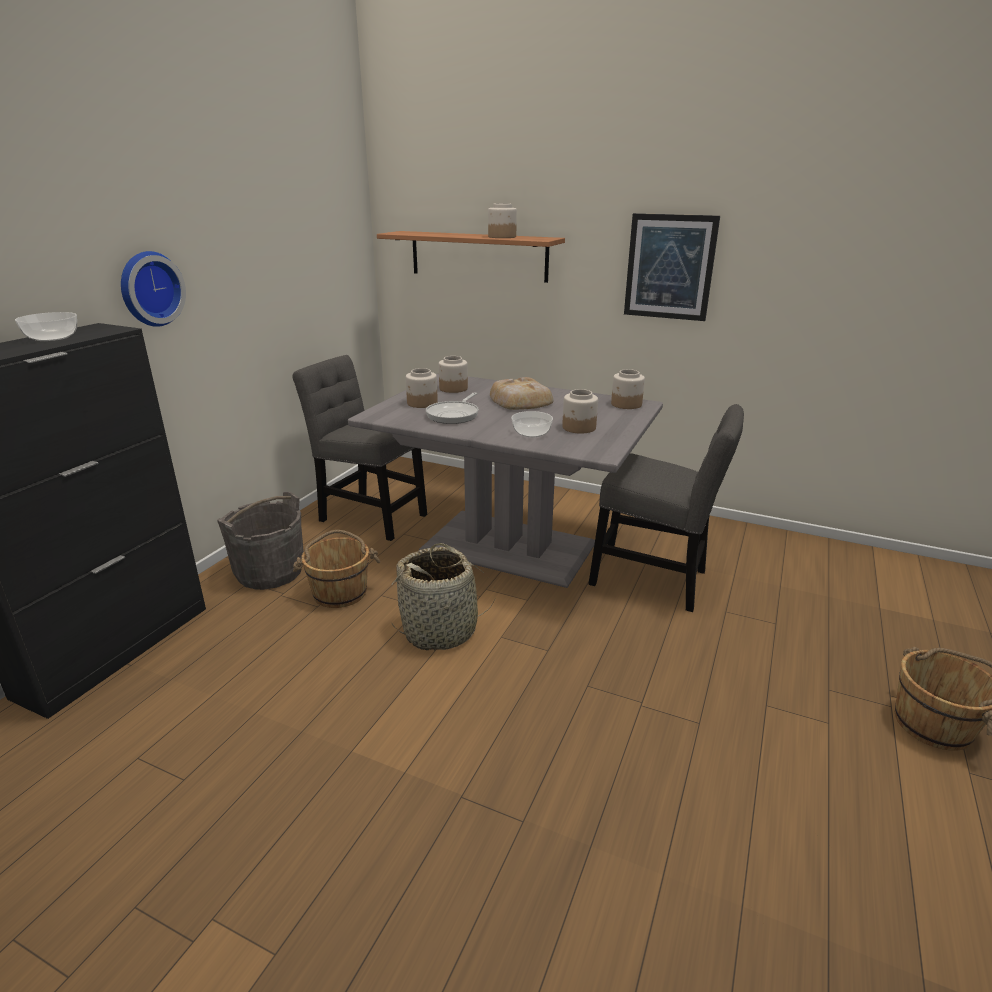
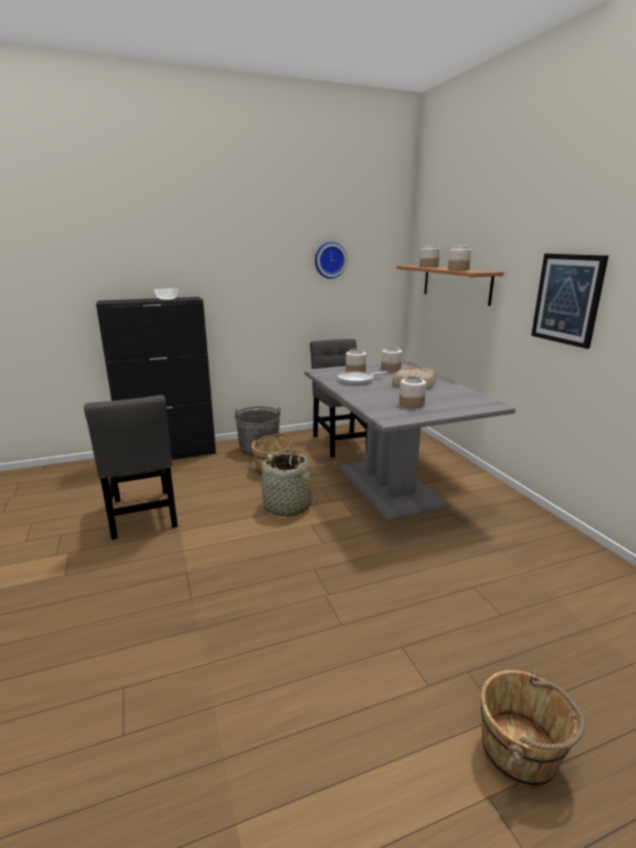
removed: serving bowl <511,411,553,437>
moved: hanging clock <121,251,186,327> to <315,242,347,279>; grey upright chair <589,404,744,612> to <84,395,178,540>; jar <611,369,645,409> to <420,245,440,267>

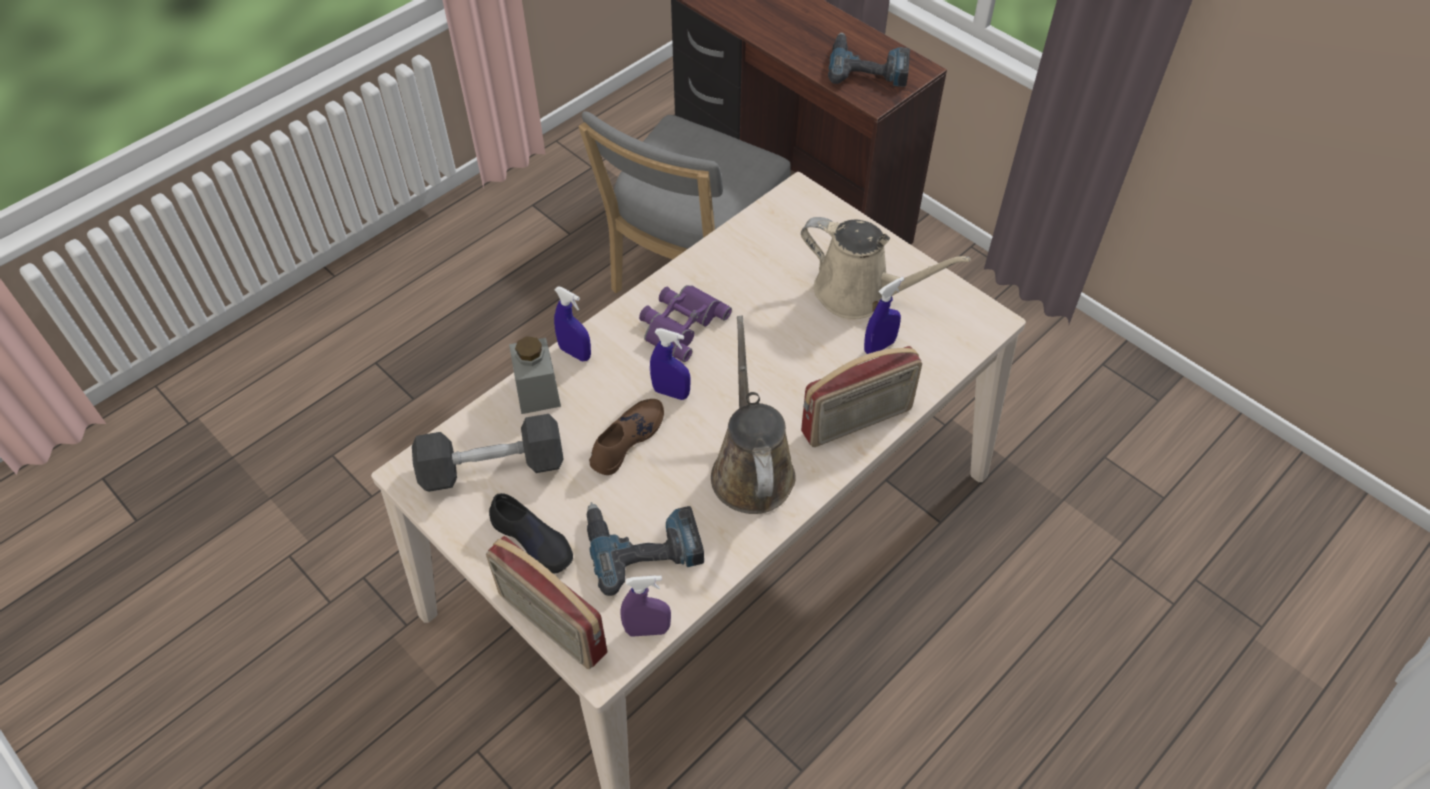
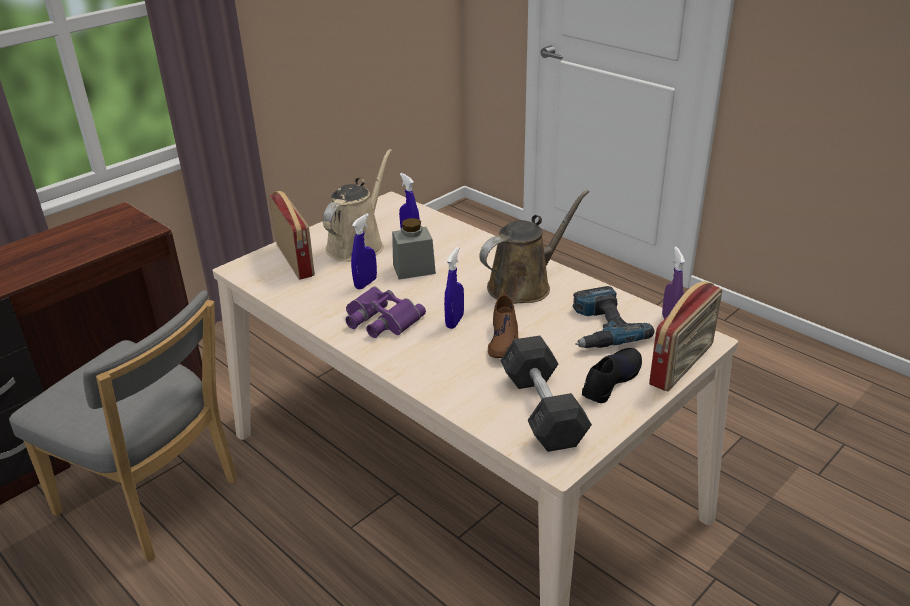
removed: drill <828,33,910,87>
moved: grey jar <509,336,561,414> to <392,218,436,279>; blue-coloured hand sprayer <554,287,591,362> to <351,214,377,289>; radio <801,346,922,447> to <269,191,315,280>
turned: brown low shoe <589,399,664,475> = <488,294,519,358> 120 degrees counterclockwise; brown watering pot <711,316,796,514> = <479,190,589,304> 150 degrees clockwise

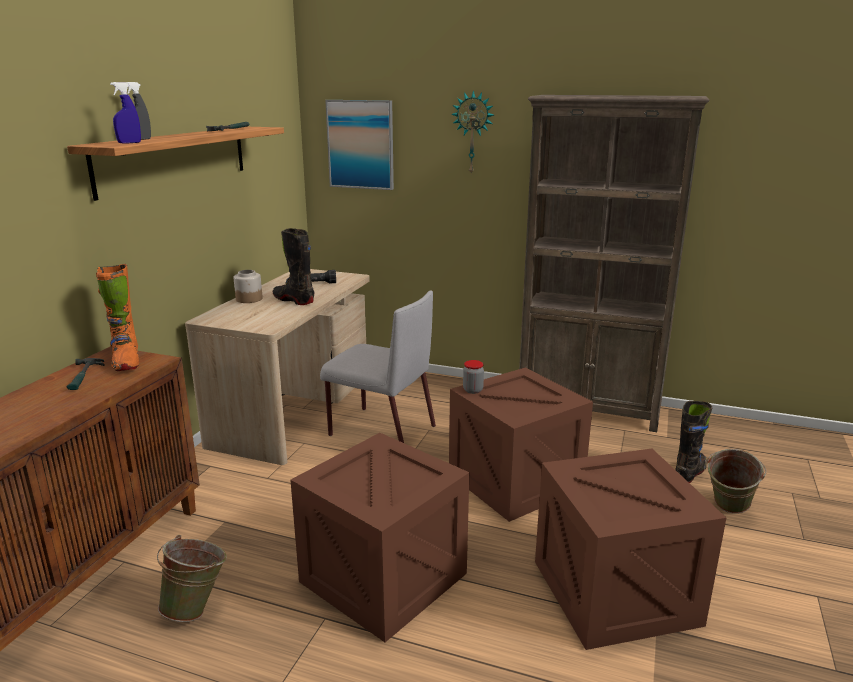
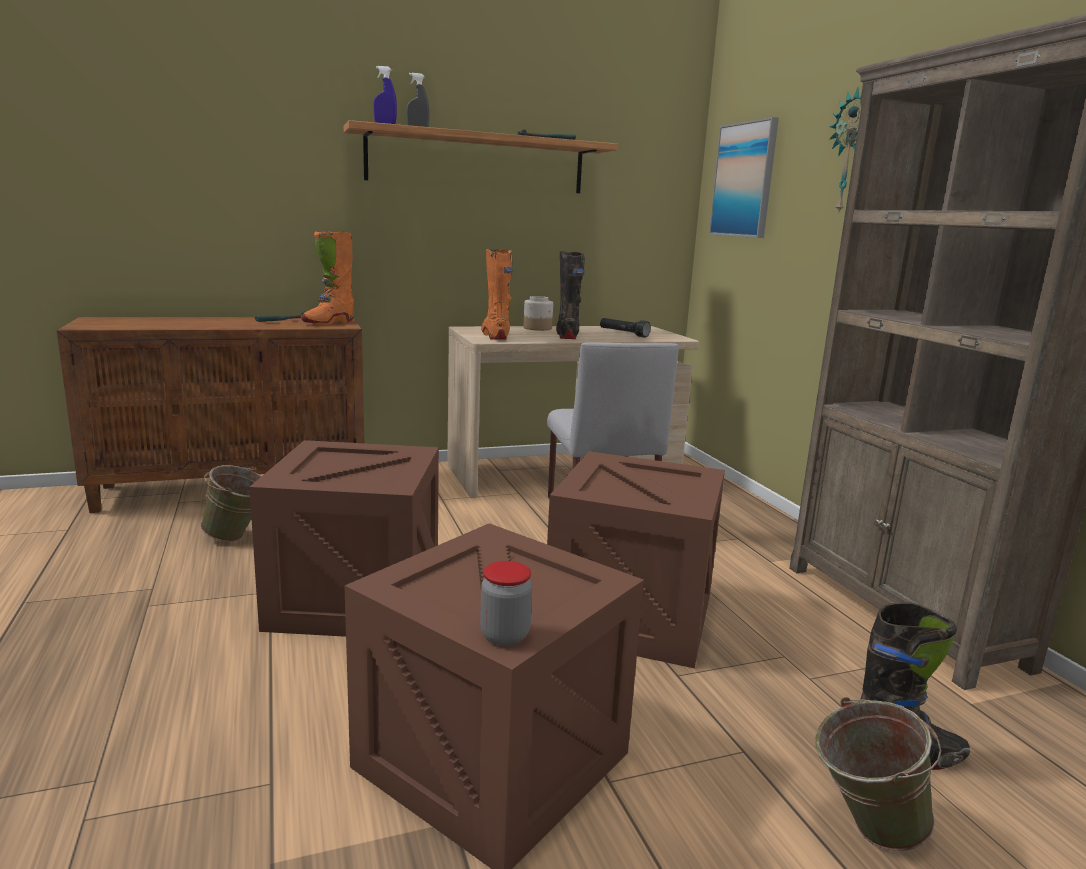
added: orange-coloured high-top boot <481,248,513,340>
moved: jar <463,360,484,394> to <480,561,532,646>

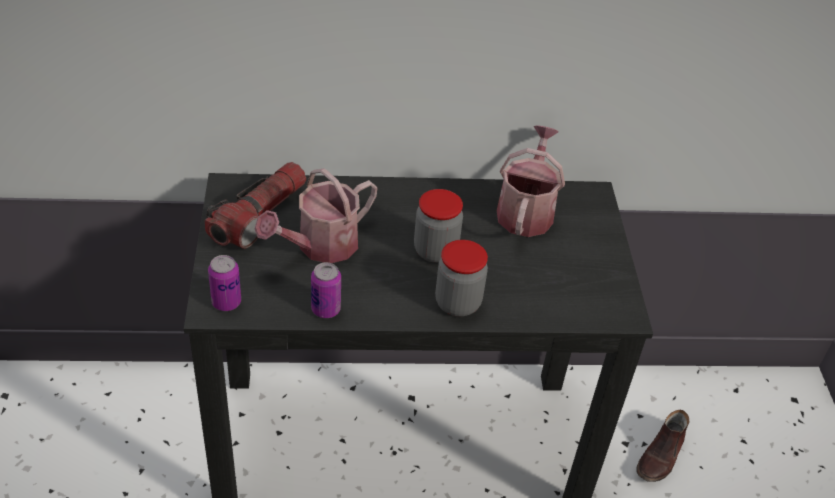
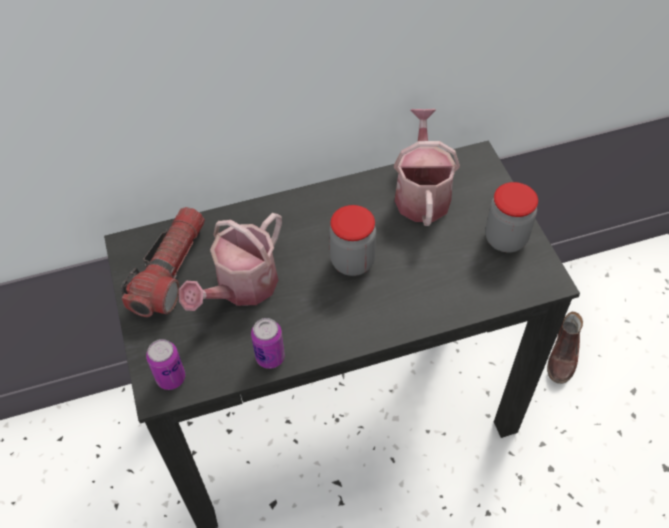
moved: jar <435,240,488,316> to <485,182,538,252>

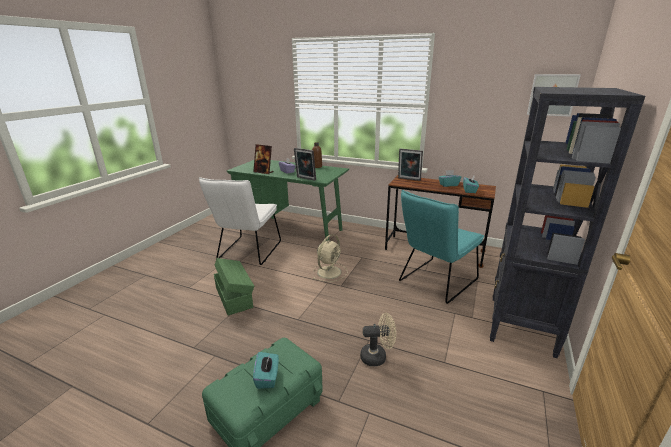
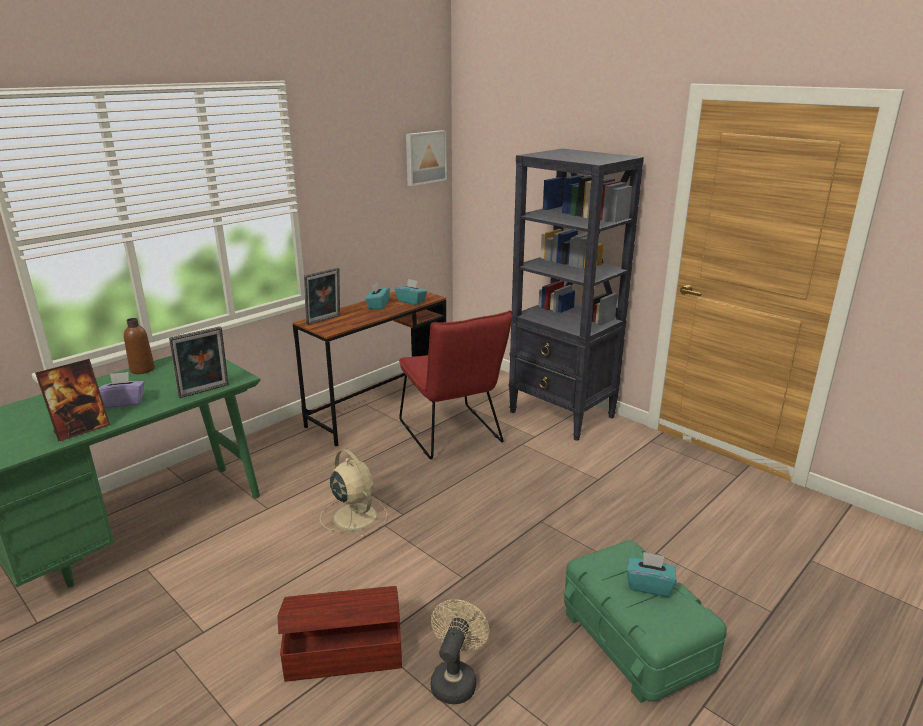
removed: white upright chair <199,177,281,265>
moved: beige-coloured fan <360,313,396,366> to <431,599,489,704>
recoloured: green-coloured storage bin <214,258,254,315> to brown storage bin <278,586,402,682>; turquoise-coloured upright chair <399,190,484,304> to red upright chair <399,310,512,459>

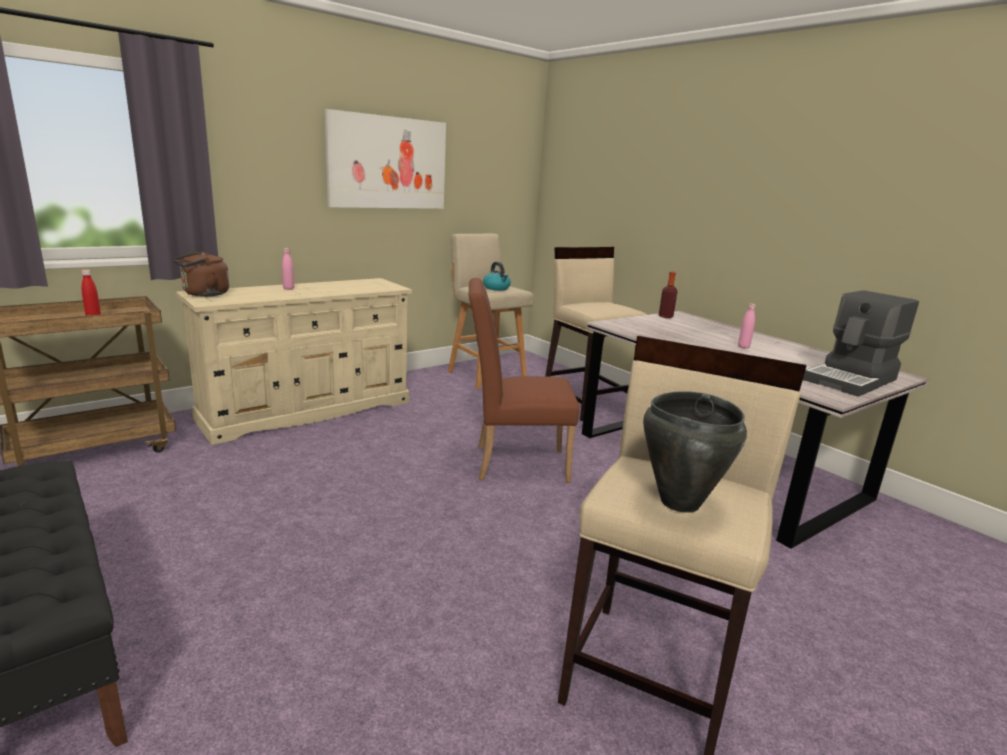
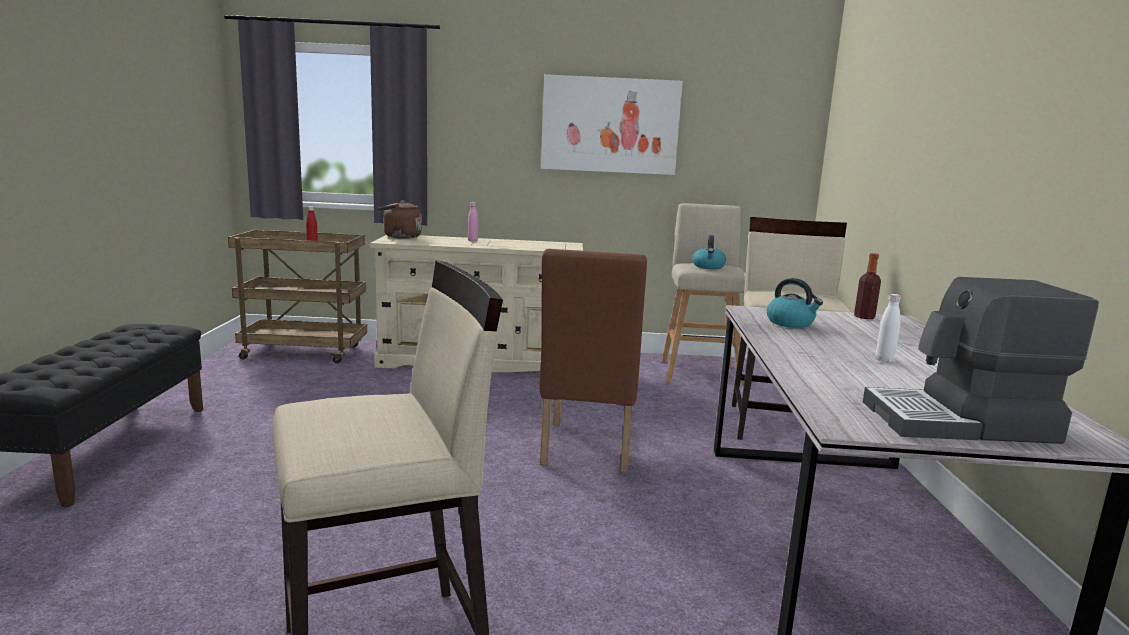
removed: black-coloured stockpot <643,391,747,513>
added: kettle <767,278,823,328>
recoloured: pink drink bottle <738,303,756,349> to white drink bottle <876,294,901,362>
turned: brown upright chair <469,278,579,483> = <540,249,647,473> 120 degrees counterclockwise

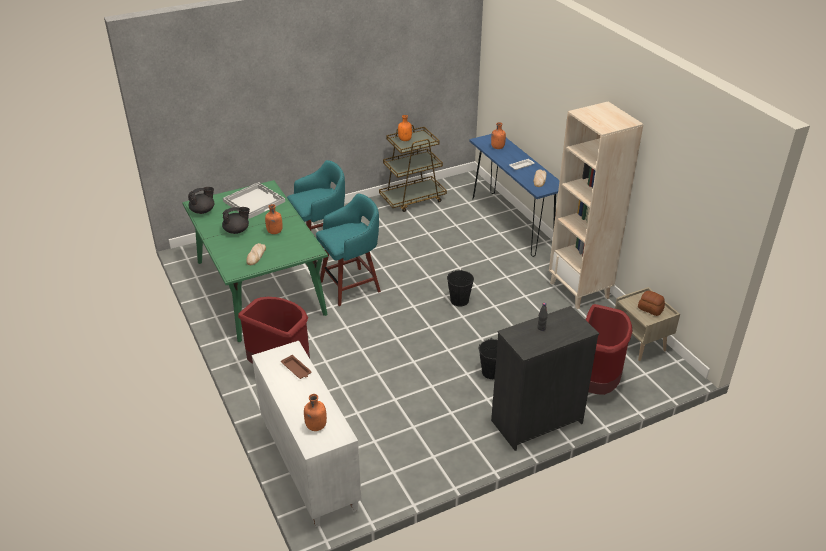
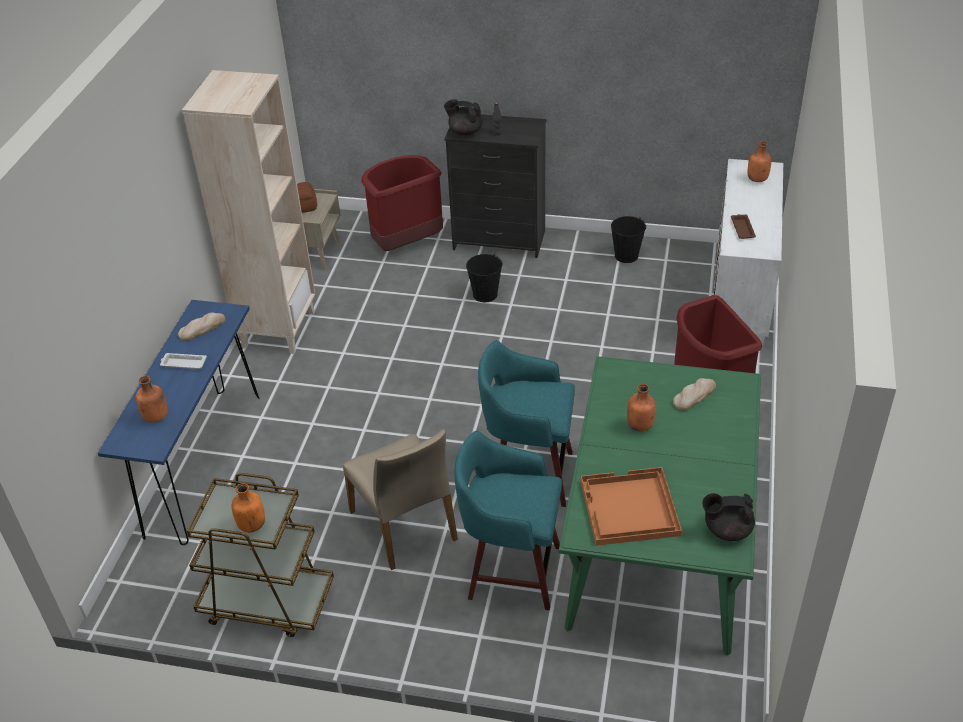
added: beige-coloured upright chair <343,429,458,570>
moved: black-coloured teapot <222,207,250,234> to <444,99,483,136>; black-coloured bucket <447,269,474,307> to <611,216,646,263>
recoloured: white serving tray <223,182,285,219> to orange-coloured serving tray <581,467,682,546>

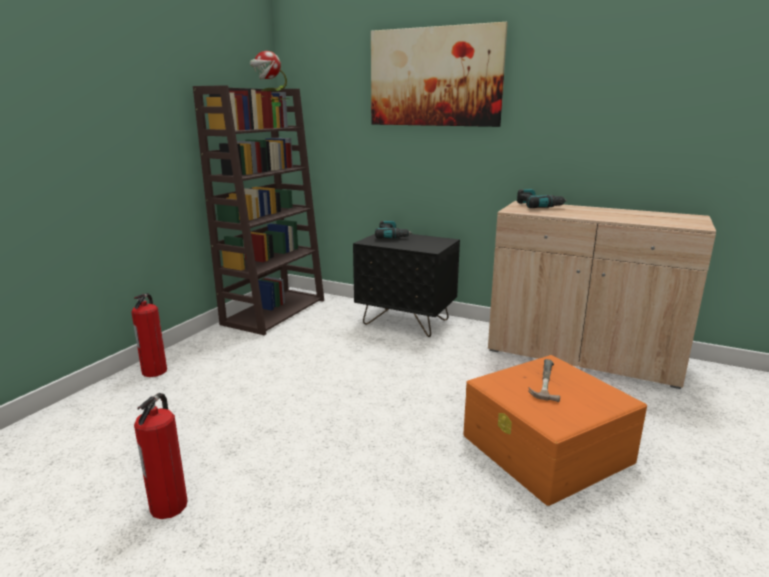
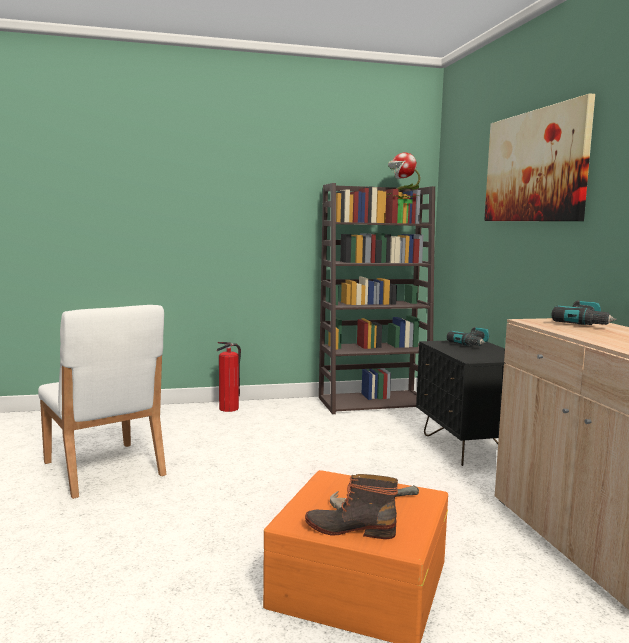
added: high-top boot <305,474,398,539>
replaced: extinguisher <134,393,188,519> to white upright chair <38,305,166,499>

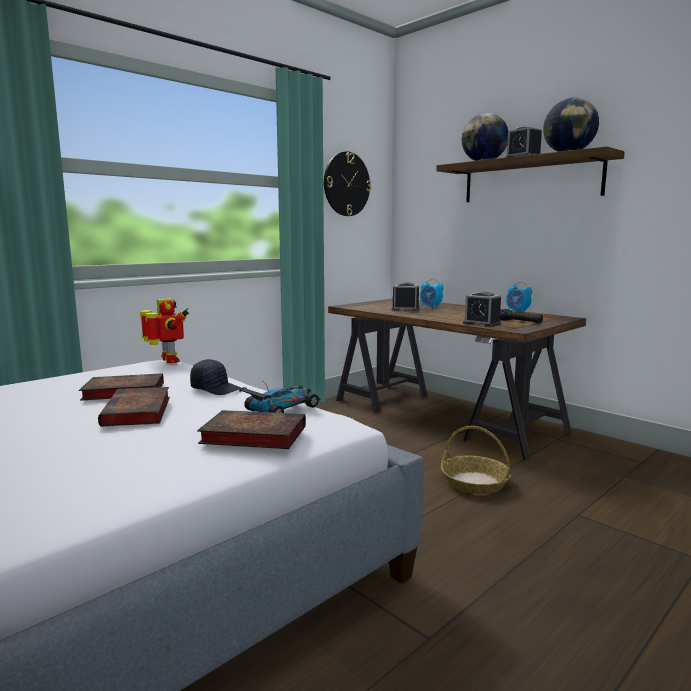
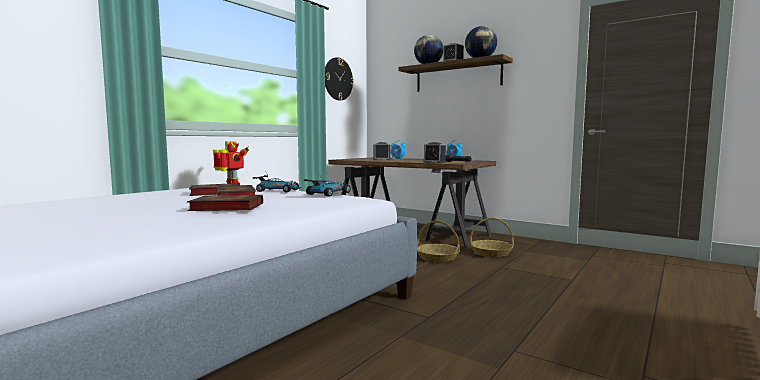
added: basket <470,218,514,257>
moved: book <197,410,306,449> to <187,195,263,211>
replaced: black-coloured cap <190,359,241,395> to model car <253,174,302,192>

